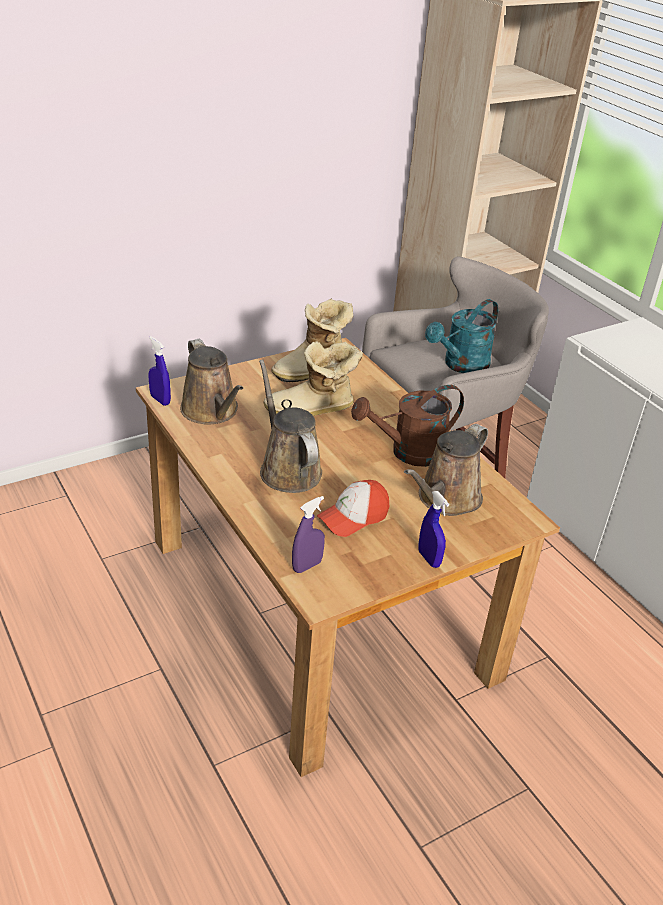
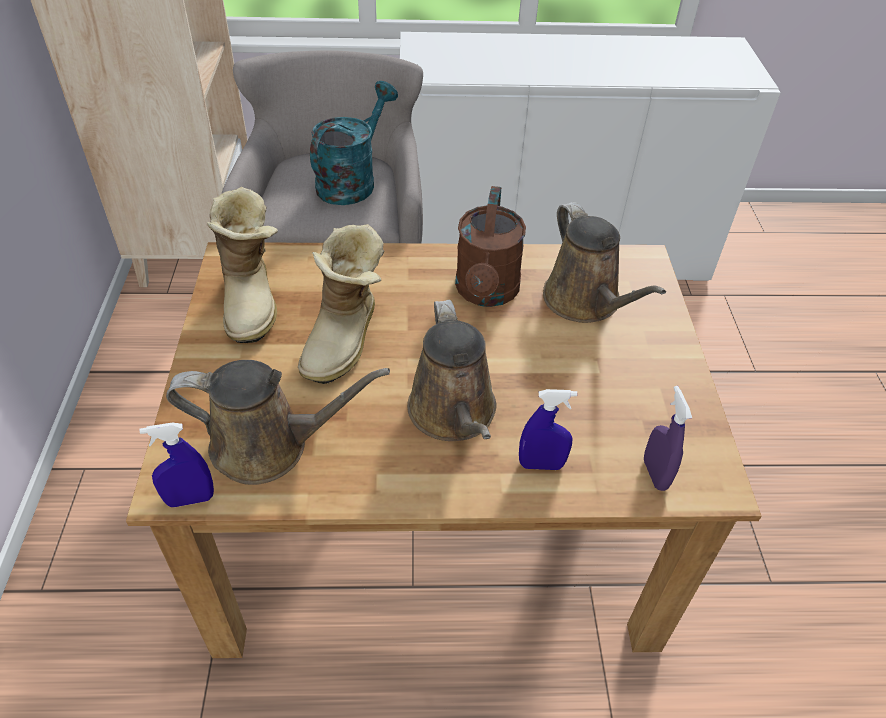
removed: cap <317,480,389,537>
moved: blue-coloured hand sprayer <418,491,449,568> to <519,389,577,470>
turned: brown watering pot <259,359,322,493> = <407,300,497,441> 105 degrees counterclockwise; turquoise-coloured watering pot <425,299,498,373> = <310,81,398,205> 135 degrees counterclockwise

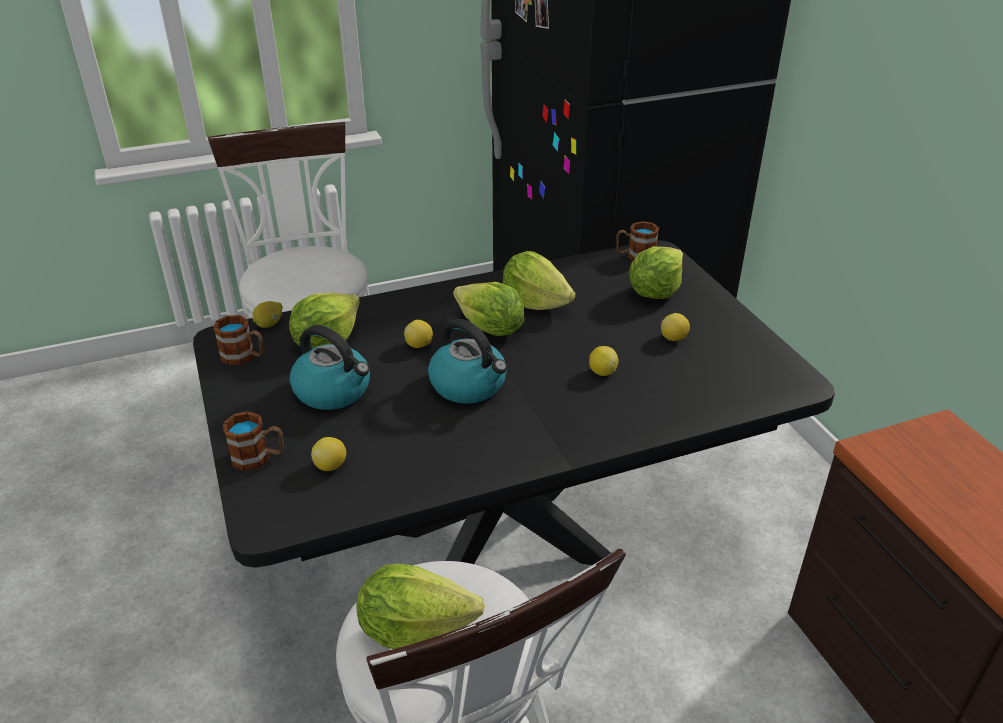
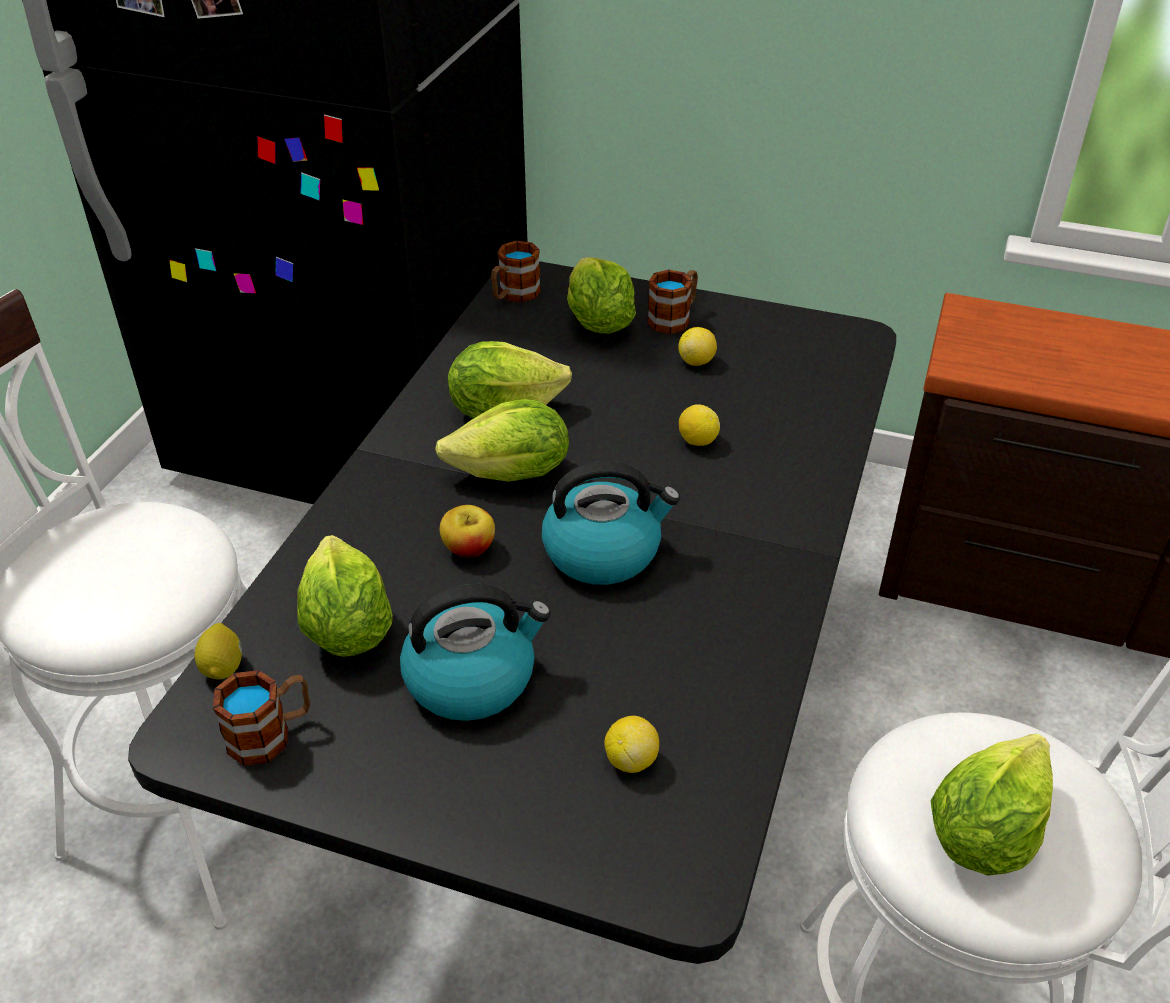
moved: tea mug <223,411,284,471> to <647,270,698,334>
replaced: whole lemon <404,320,433,348> to whole apple <440,505,495,558>

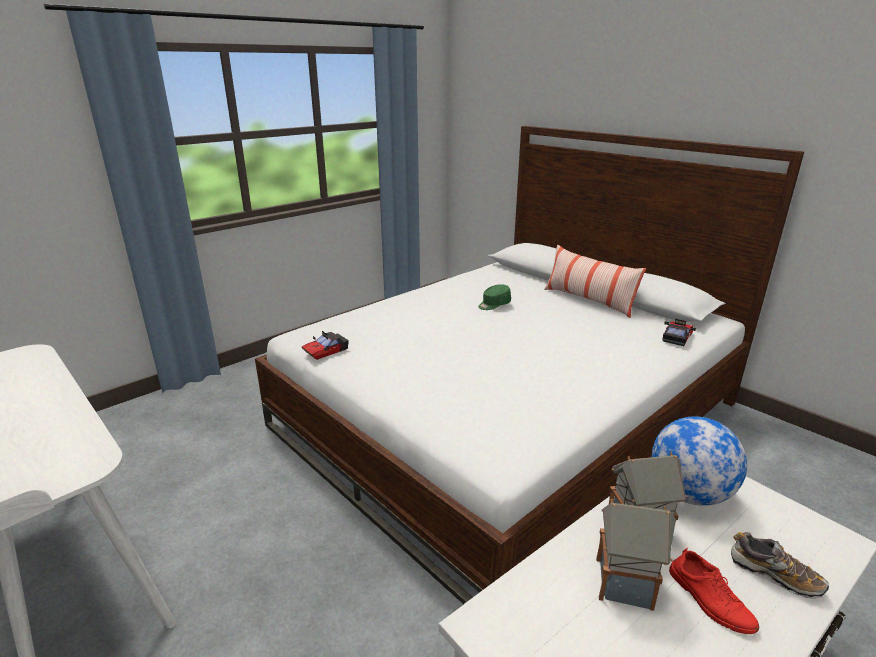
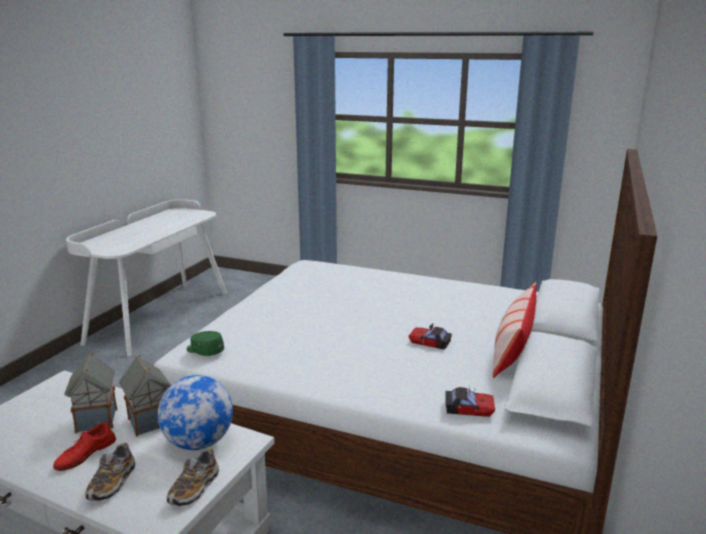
added: low shoe <167,448,219,506>
moved: model car <302,331,349,360> to <409,324,452,349>; green-coloured cap <478,284,511,310> to <187,331,224,356>

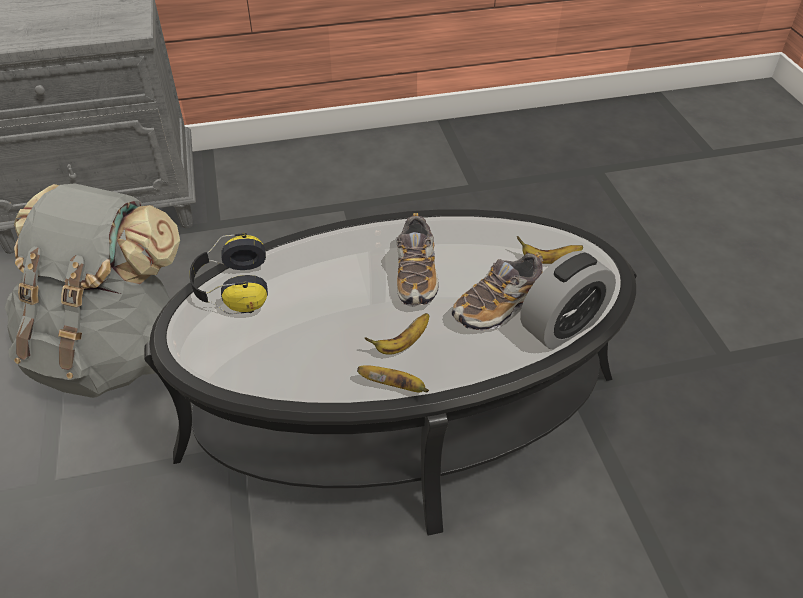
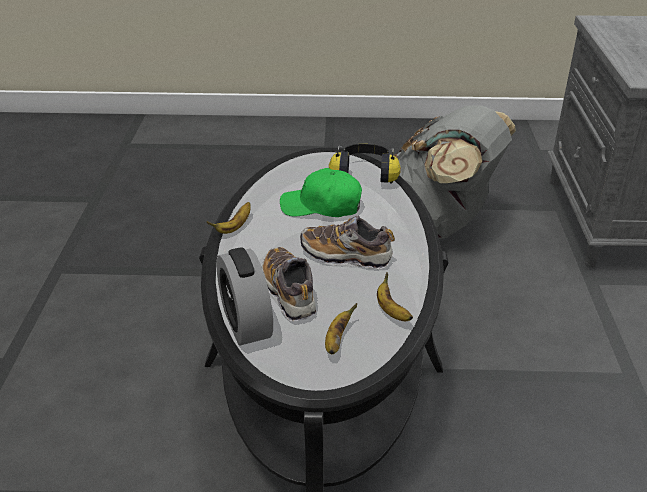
added: green-coloured cap <280,168,362,217>
moved: banana fruit <365,313,429,355> to <377,273,413,321>

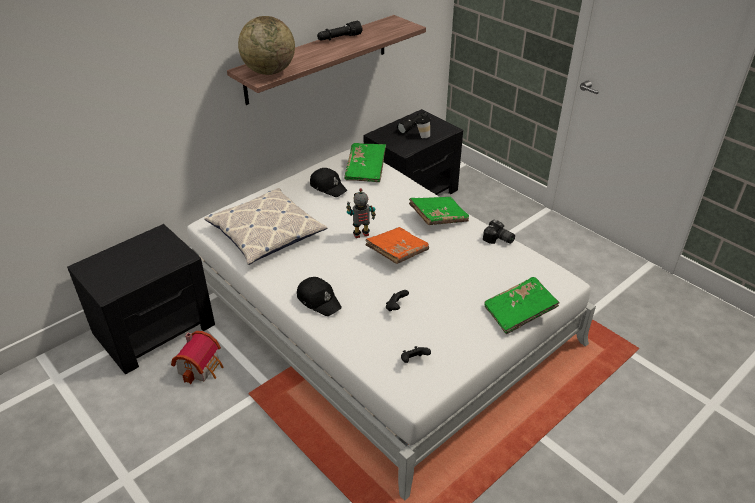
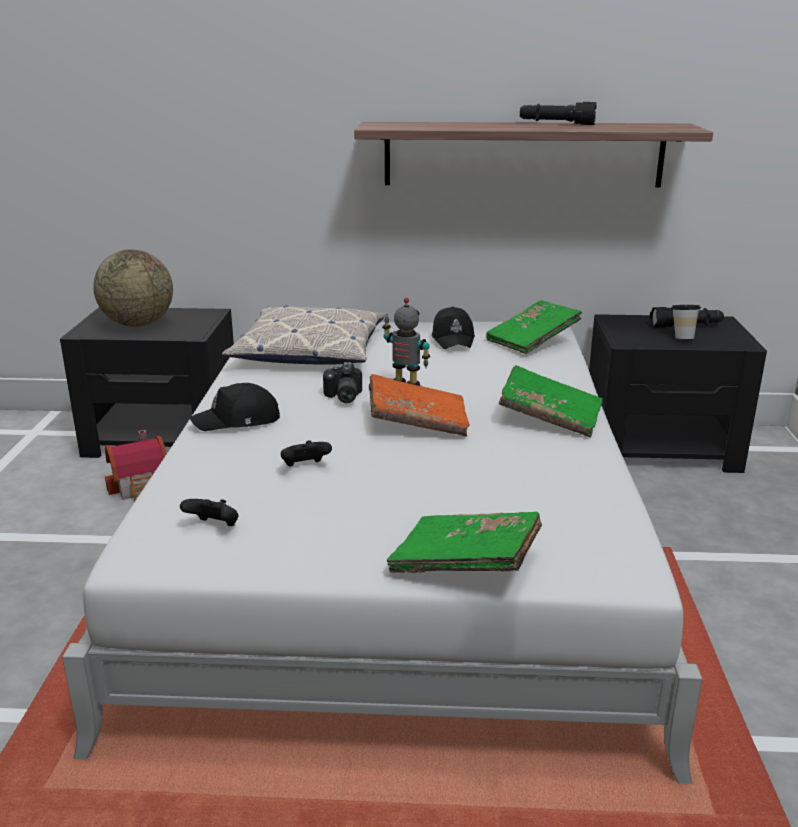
moved: world globe <238,16,295,75> to <93,250,173,327>; photo camera <483,220,515,244> to <323,362,362,404>
turned: black-coloured cap <297,277,342,316> = <189,383,280,431> 75 degrees clockwise

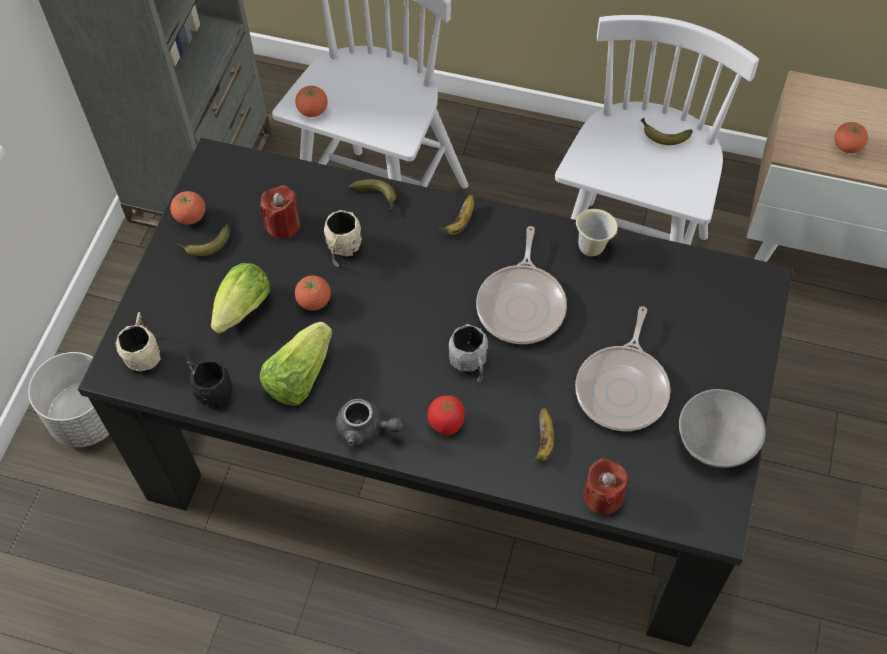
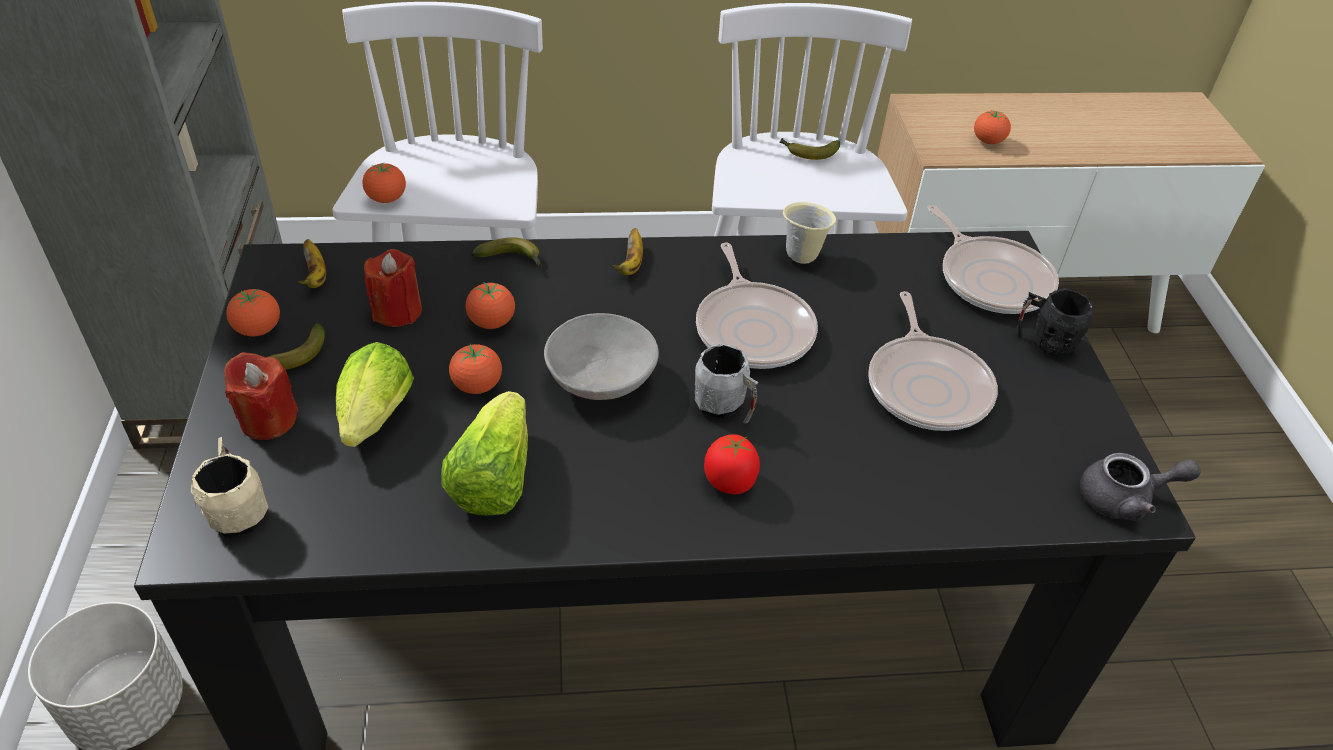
added: frying pan <927,205,1059,314>
moved: black-coloured tea mug <185,356,232,409> to <1018,288,1093,357>; grey teapot <335,399,404,446> to <1080,453,1201,521>; banana fruit <533,408,554,461> to <299,239,326,288>; red wax candle <583,458,629,515> to <224,352,298,440>; grey serving bowl <679,389,766,468> to <544,313,659,400>
replaced: beige-coloured tea mug <324,210,362,267> to whole tomato <466,282,515,329>

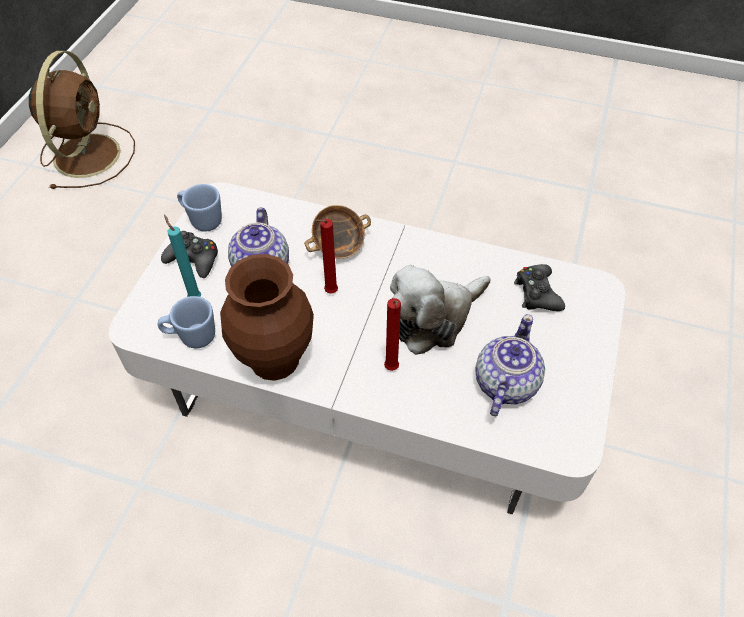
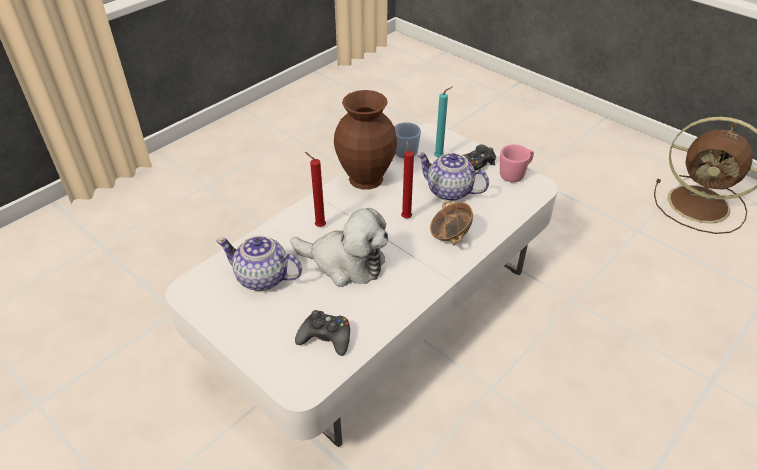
recoloured: blue-coloured tea mug <177,184,222,232> to pink tea mug <500,144,534,182>
turned: plush toy <390,265,490,355> = <290,208,388,287> 120 degrees clockwise; teapot <475,314,545,416> = <217,235,302,291> 150 degrees clockwise

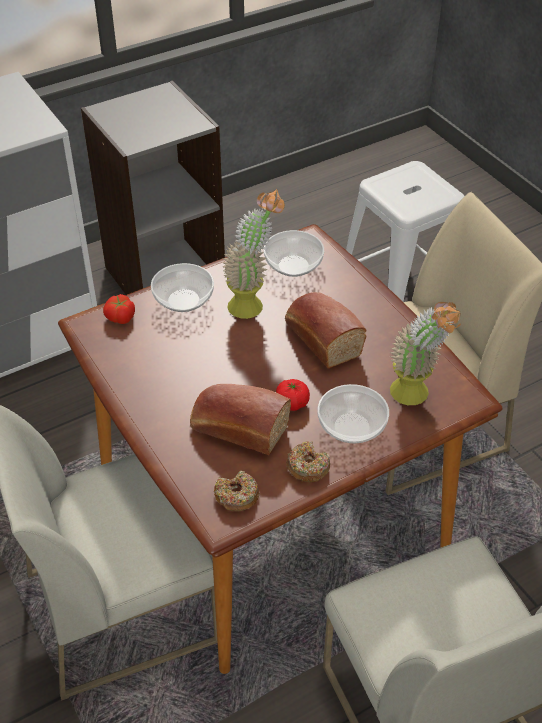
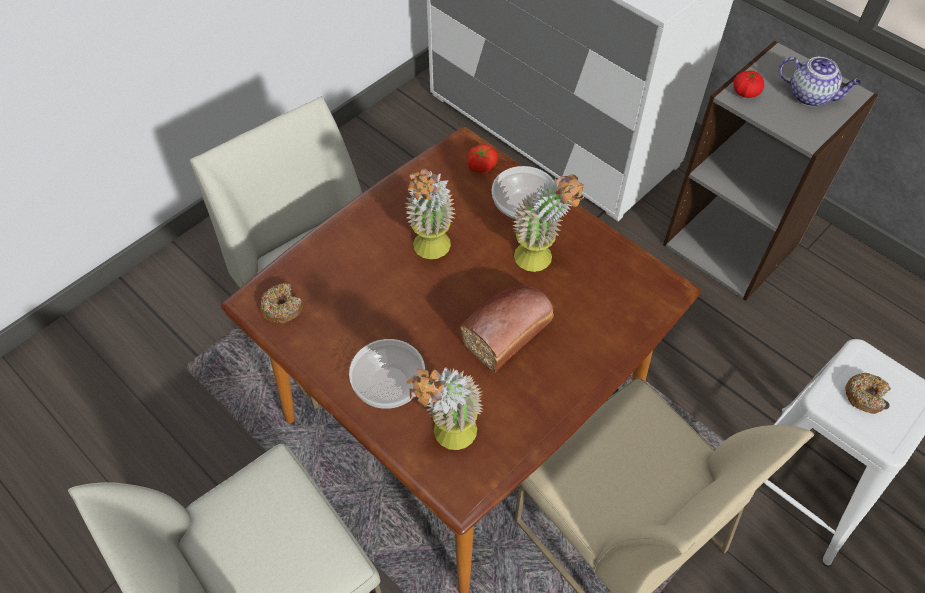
removed: baked bread <190,384,291,455>; serving bowl <264,230,324,277>
added: houseplant <405,168,455,259>; teapot <779,57,861,106>
moved: whole tomato <276,379,310,411> to <733,70,764,98>; donut <286,441,330,482> to <845,372,891,414>

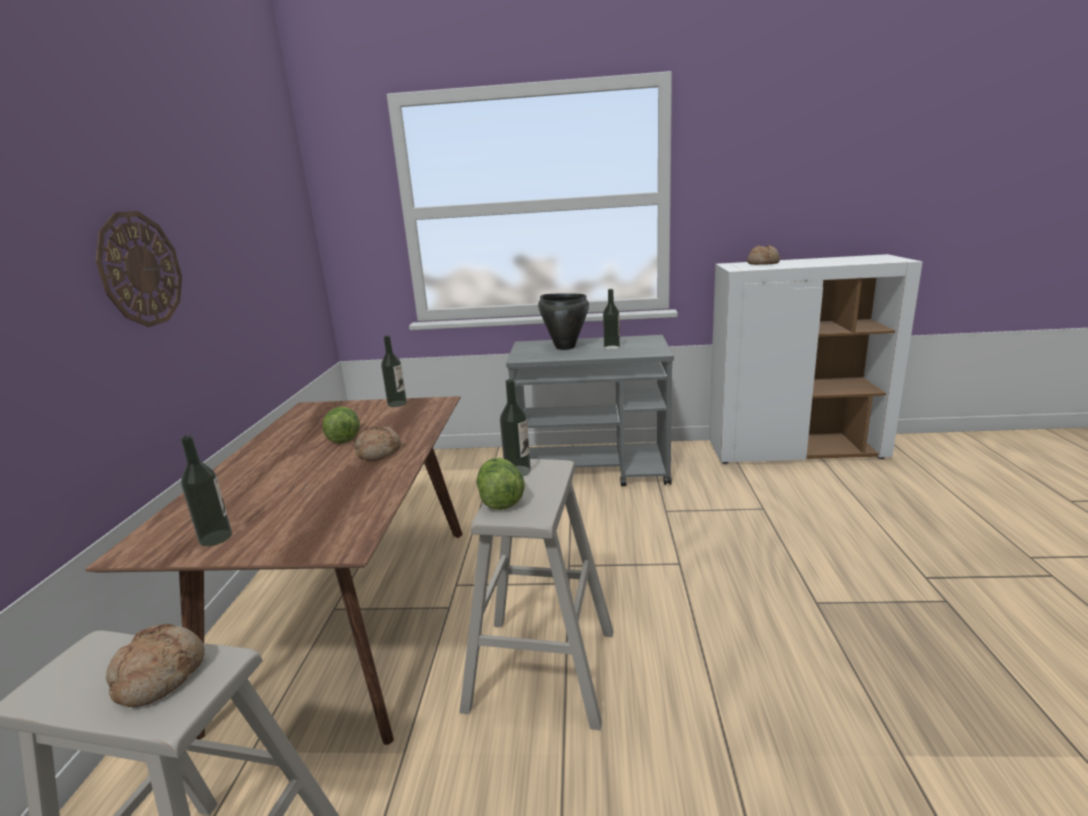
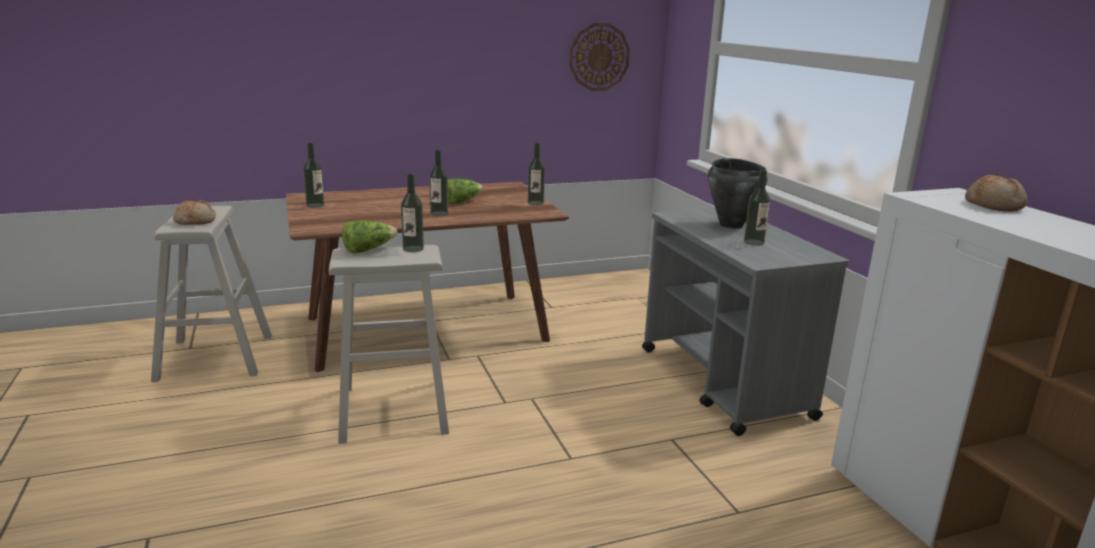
moved: hanging clock <96,211,182,327> to <569,23,630,91>
replaced: baked bread <355,425,401,461> to drink bottle <429,149,448,216>

